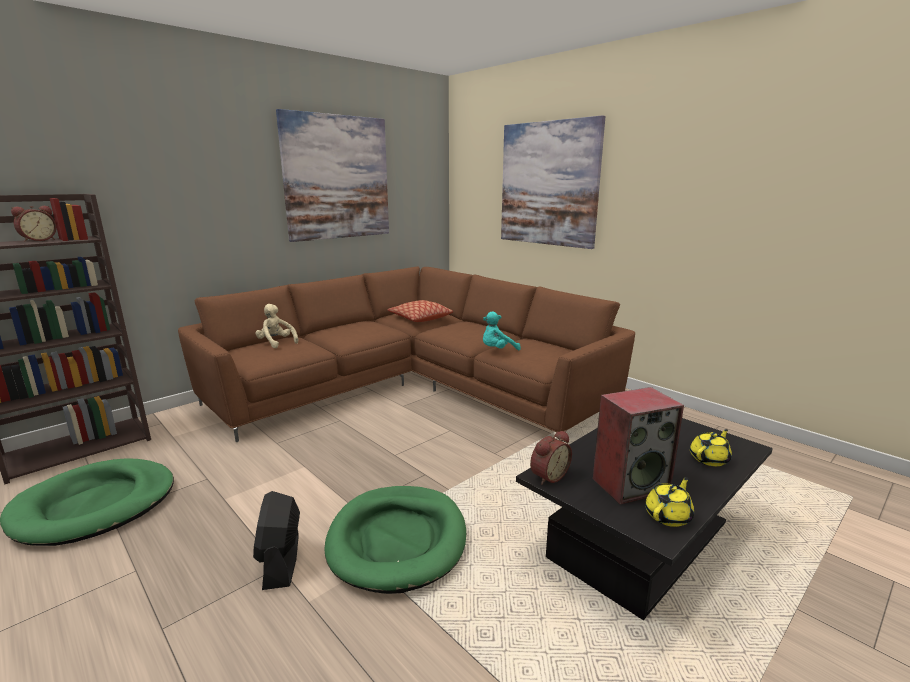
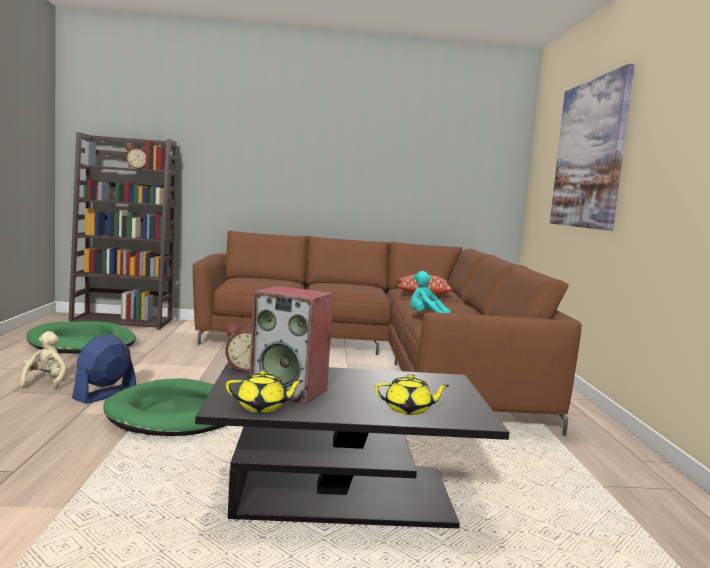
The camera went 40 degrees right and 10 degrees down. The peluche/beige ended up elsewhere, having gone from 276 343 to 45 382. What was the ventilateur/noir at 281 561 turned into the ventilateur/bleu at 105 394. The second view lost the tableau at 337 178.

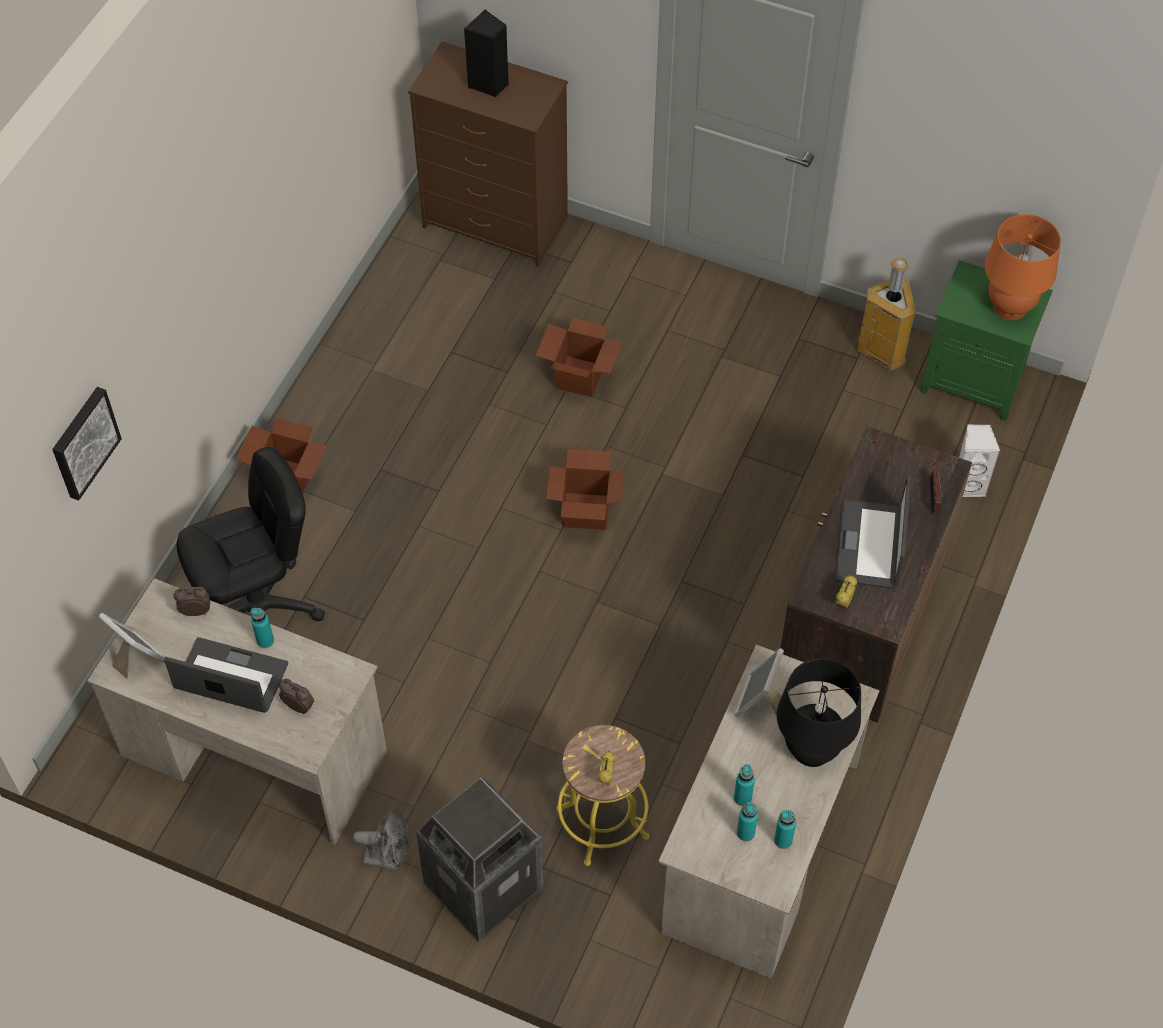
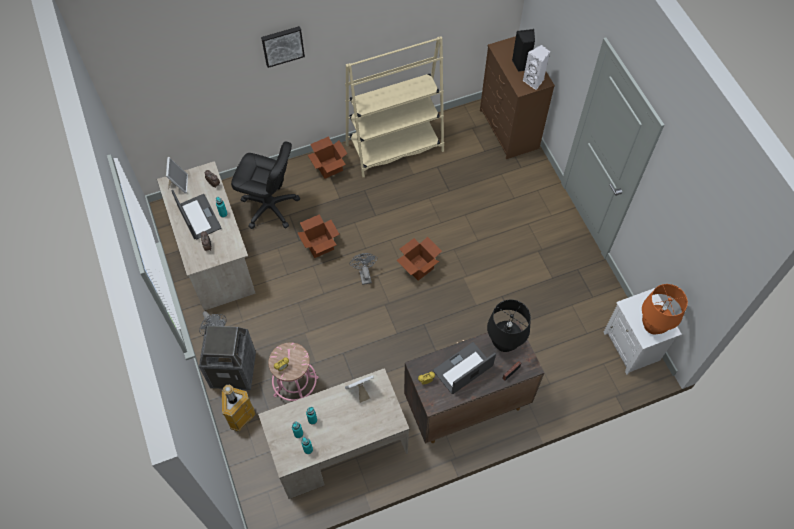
The camera went 45 degrees right and 5 degrees up. The poubelle ended up elsewhere, having gone from 883 352 to 240 417. The tableau ended up elsewhere, having gone from 83 442 to 282 45. What was the tabouret/jaune at 602 823 turned into the tabouret/rose at 296 386. The carton ended up elsewhere, having gone from 579 377 to 319 246. The second view gained the bibliothèque/beige at 395 148. The second view gained the ventilateur/gris at 364 274. The lampe de table/noir ended up elsewhere, having gone from 812 748 to 504 342. The enceinte/blanc ended up elsewhere, having gone from 968 484 to 534 81. What was the table de chevet/vert at 975 380 turned into the table de chevet/blanc at 633 347.

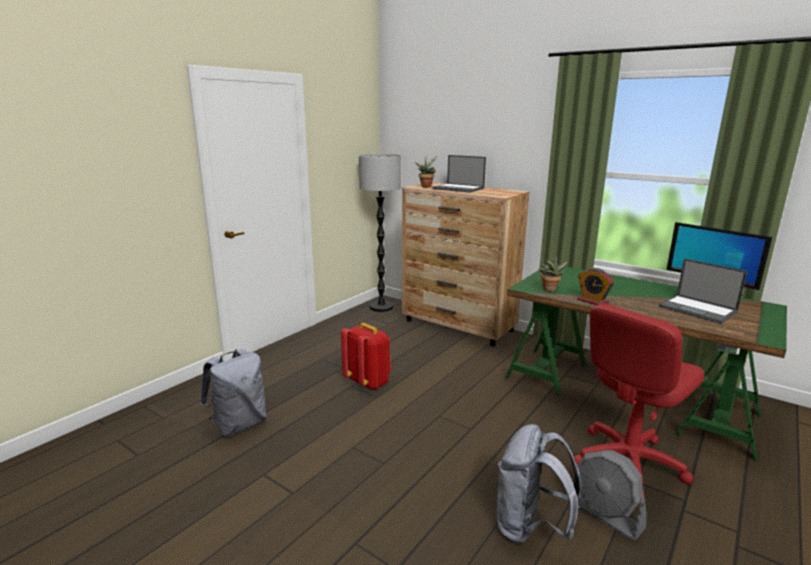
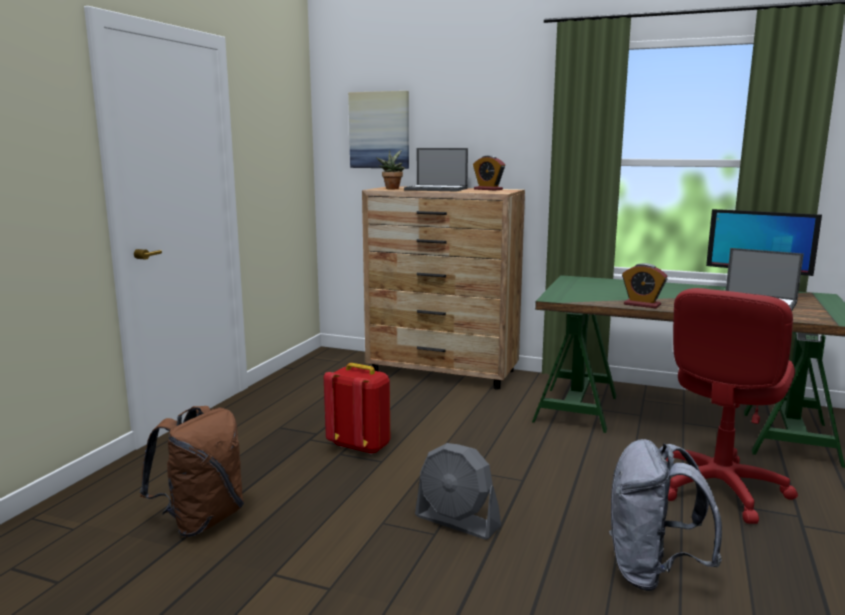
The camera went 15 degrees left and 5 degrees down. What was the sac à dos/gris at 239 425 turned into the sac à dos/marron at 202 520. The second view gained the tableau at 379 130. The ventilateur/gris ended up elsewhere, having gone from 604 514 to 457 521. The second view gained the réveil at 488 189. The second view lost the lampadaire at 381 307. The second view lost the plante en pot at 549 290.

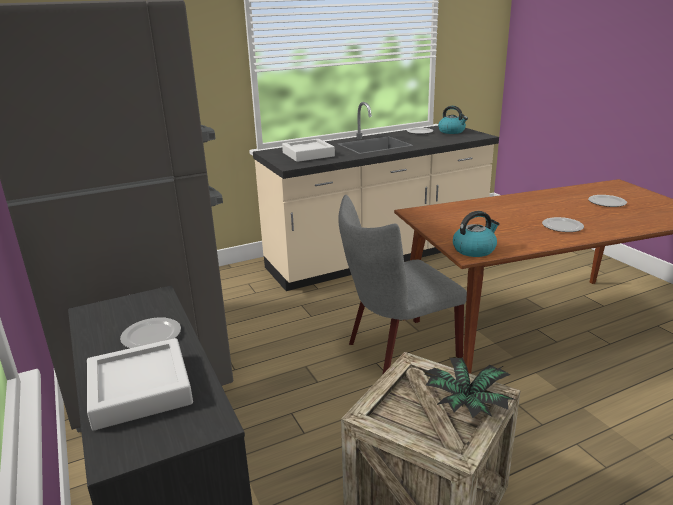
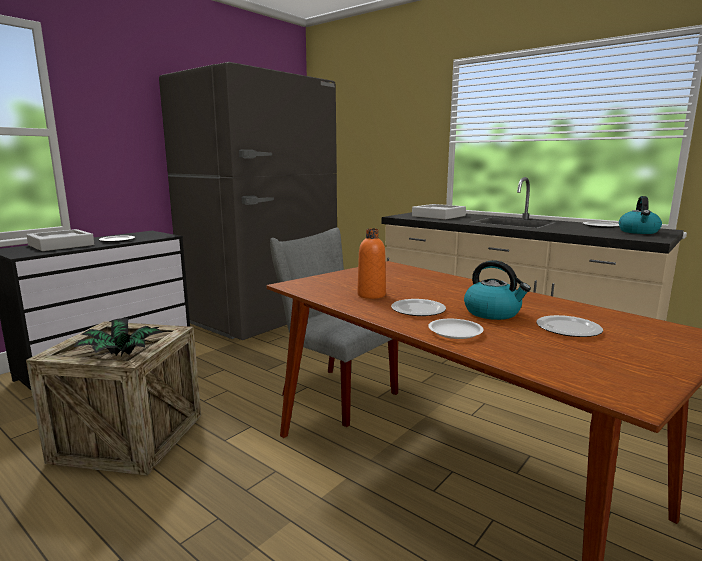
The camera went 65 degrees right and 10 degrees down. The second view gained the bouteille/orange at 371 295. The second view gained the assiette/blanc at 455 332. The bouilloire ended up elsewhere, having gone from 474 249 to 493 313.

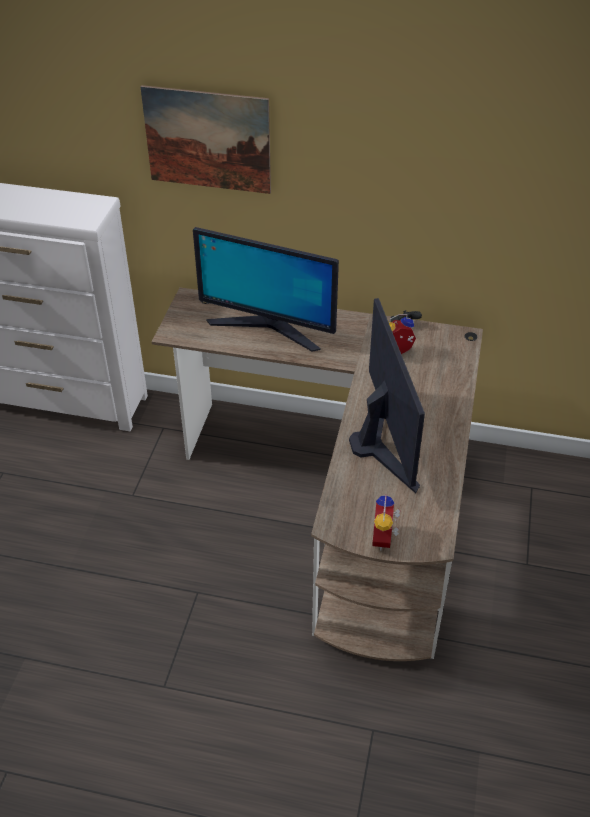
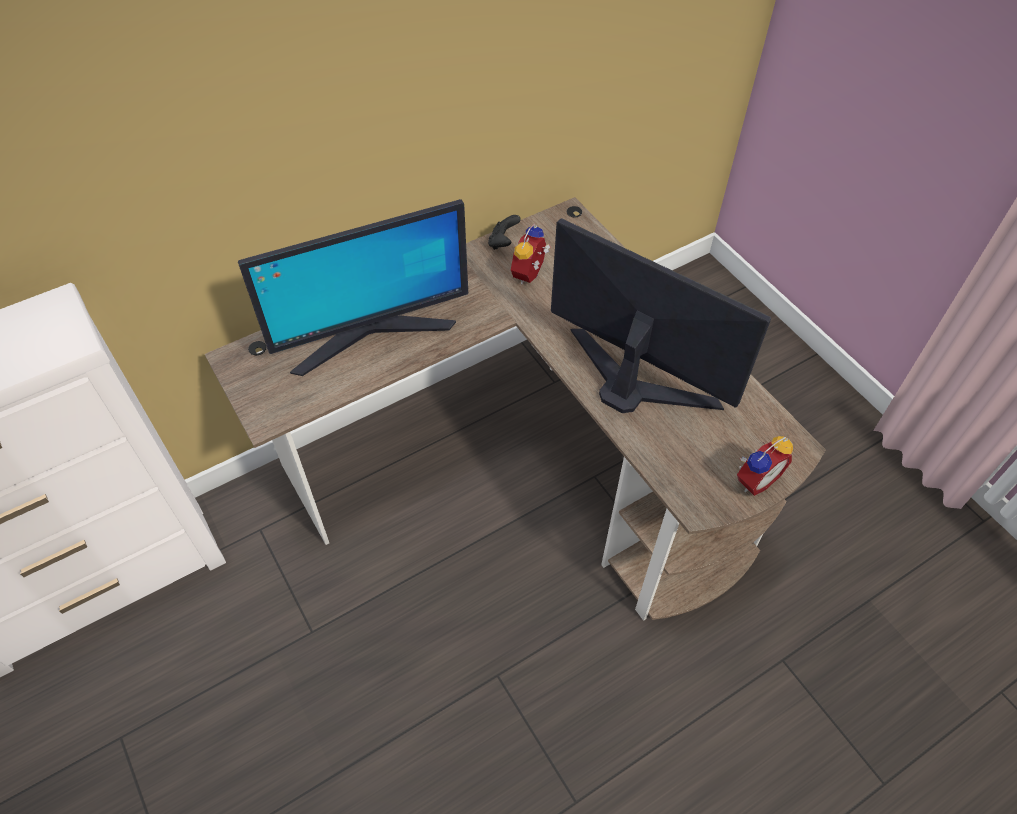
The camera went 45 degrees left and 10 degrees up. The réveil at 385 539 ended up facing another way, 90 degrees counterclockwise from before. The second view lost the tableau at 207 140.

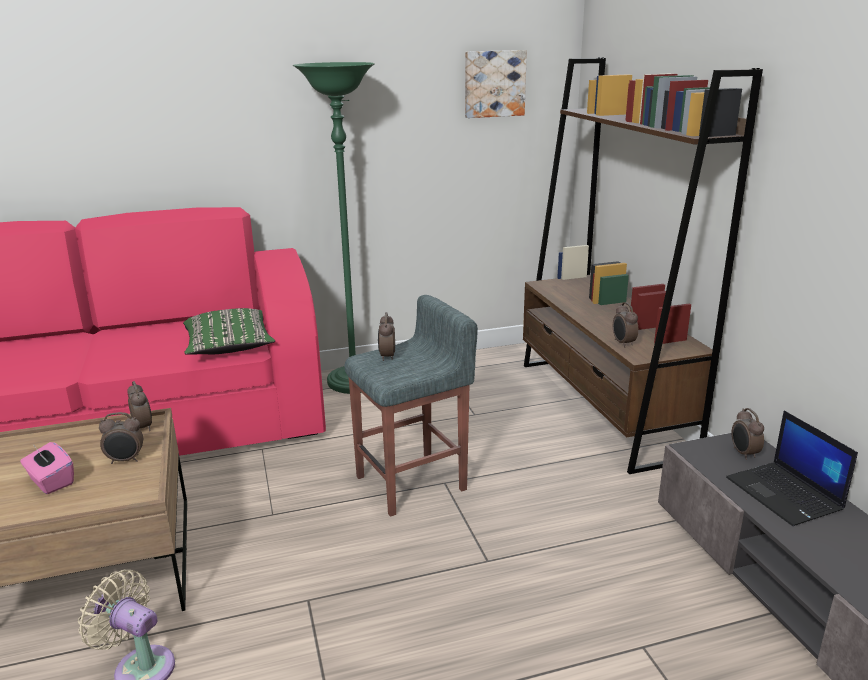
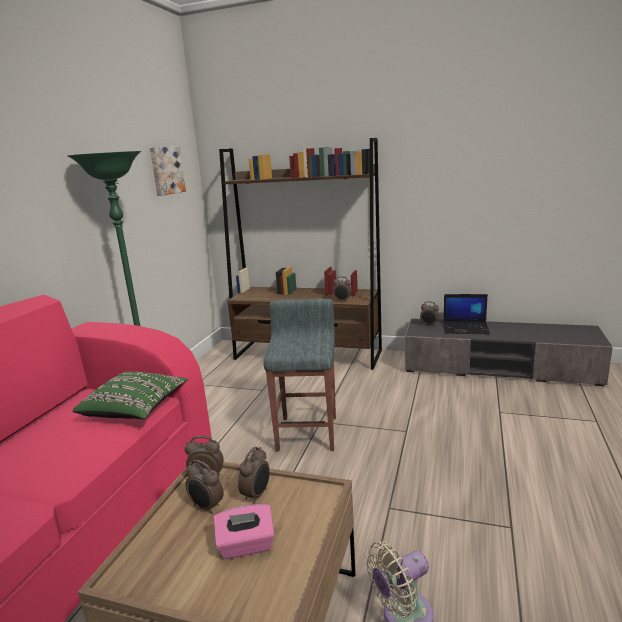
The camera went 55 degrees left and 5 degrees down. The réveil ended up elsewhere, having gone from 387 356 to 206 507.

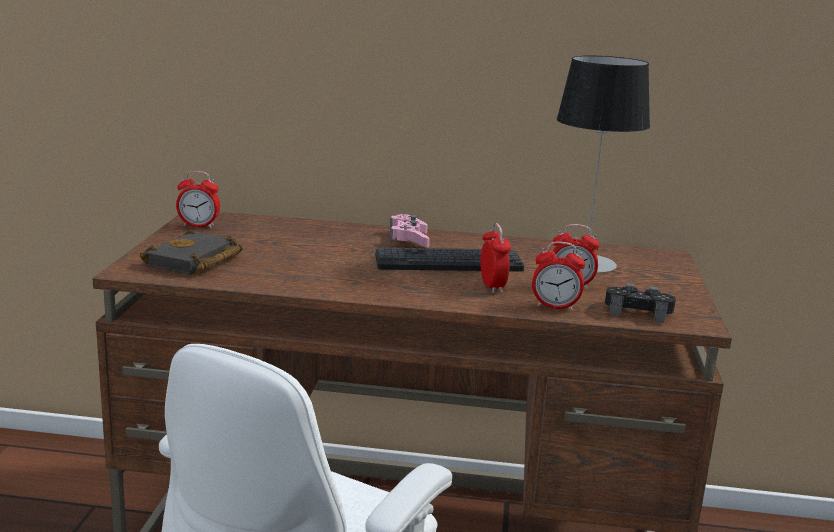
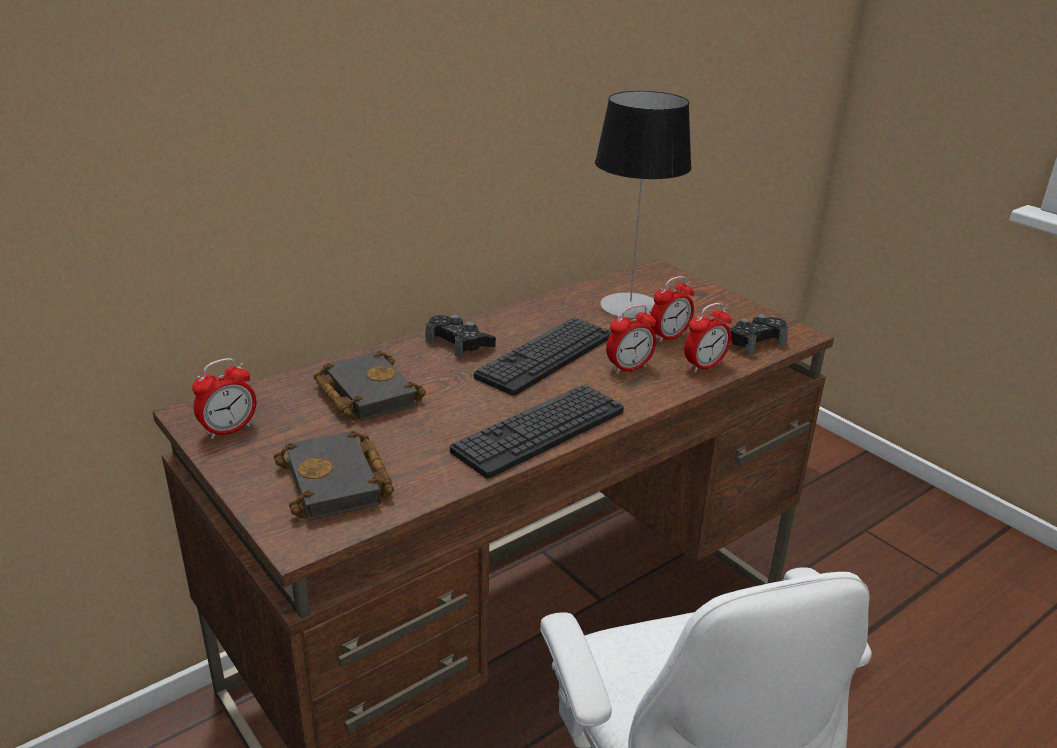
The camera went 45 degrees left and 10 degrees up. The second view gained the livre/noir at 364 393. What was the manette/rose at 409 239 turned into the manette/noir at 459 343. The second view gained the clavier at 539 431. The réveil at 492 287 ended up facing another way, 120 degrees clockwise from before.

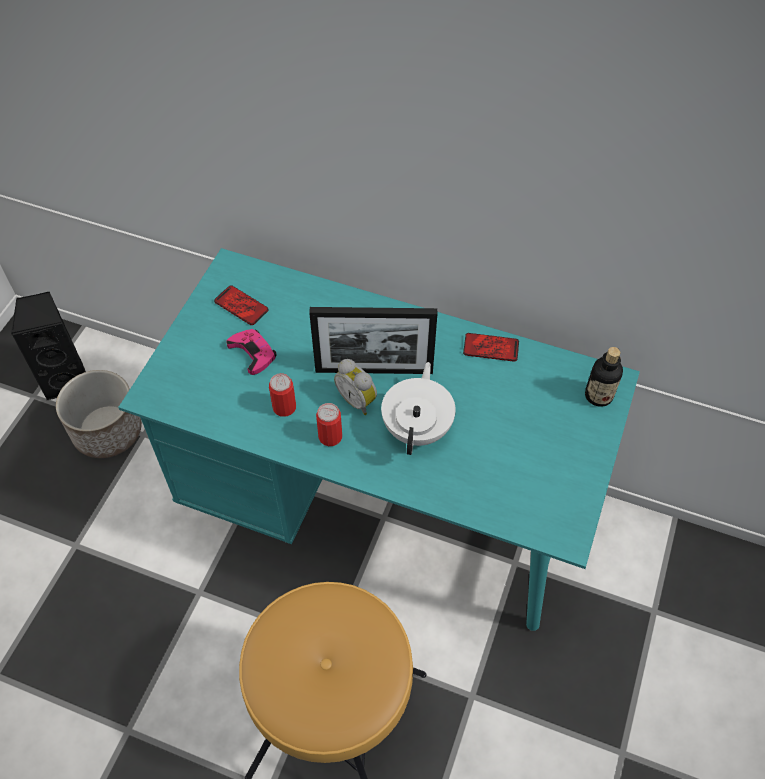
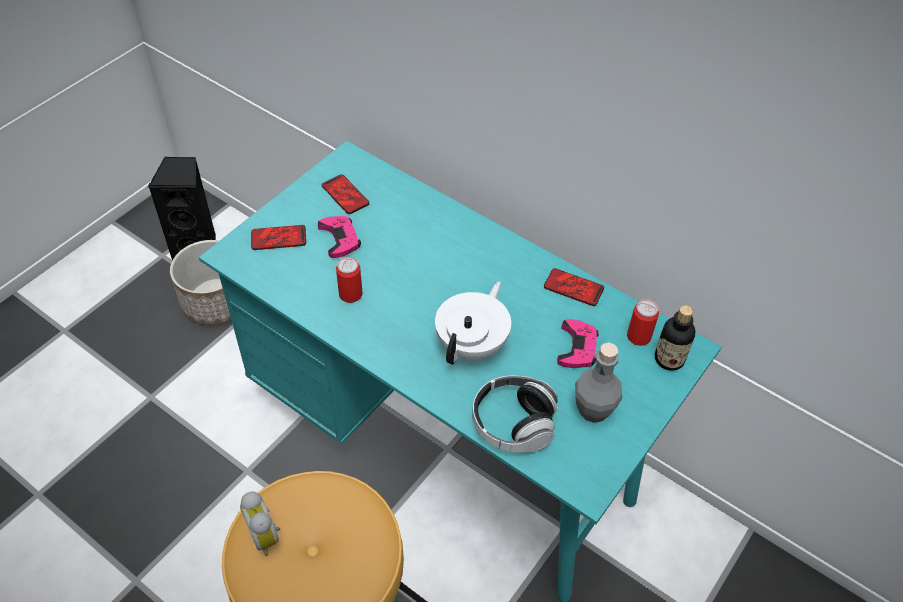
The camera went 15 degrees right and 5 degrees down. The réveil ended up elsewhere, having gone from 358 400 to 266 535. The second view gained the téléphone at 278 238. The second view gained the casque audio at 513 424. The second view gained the manette/rose at 577 347. The second view gained the bouteille/gris at 593 410. The boîte métallique ended up elsewhere, having gone from 330 436 to 638 336. The second view lost the cadre photo at 374 370.

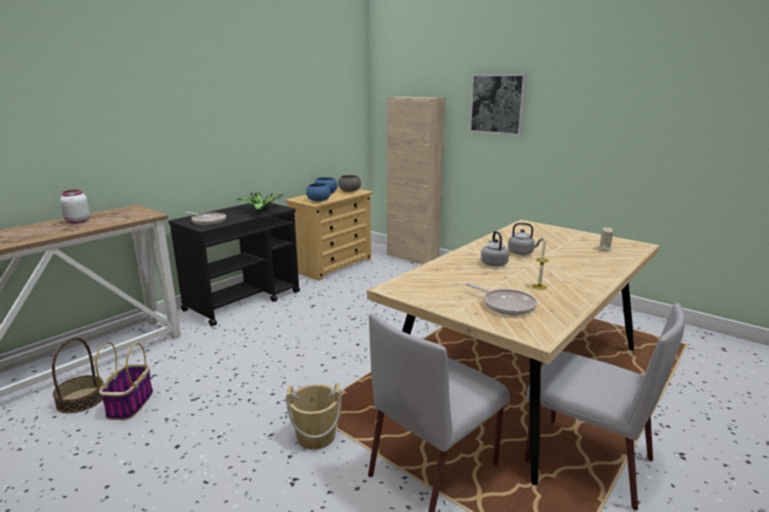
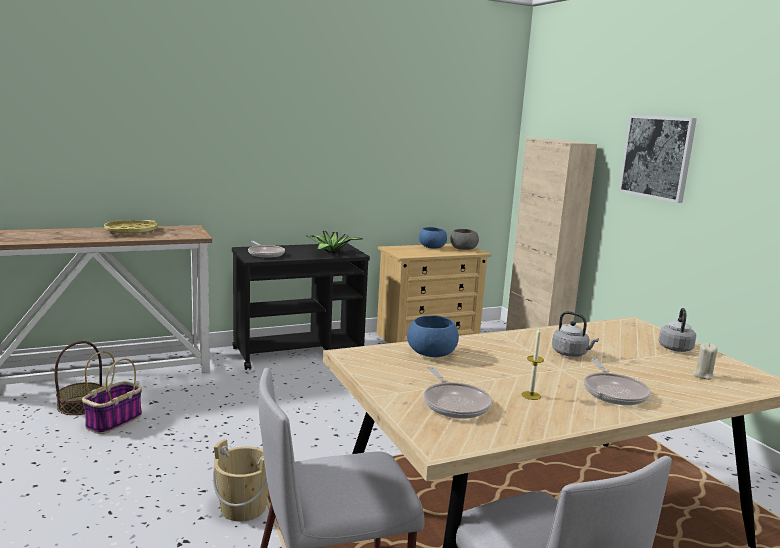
The camera went 25 degrees right and 5 degrees down. Where the bocal/blanc stood at 77 222, the plateau/jaune came to stand at 131 231. The bol/bleu ended up elsewhere, having gone from 318 200 to 431 353. The second view gained the poêle at 613 392. The bouilloire/gris ended up elsewhere, having gone from 493 263 to 675 347.

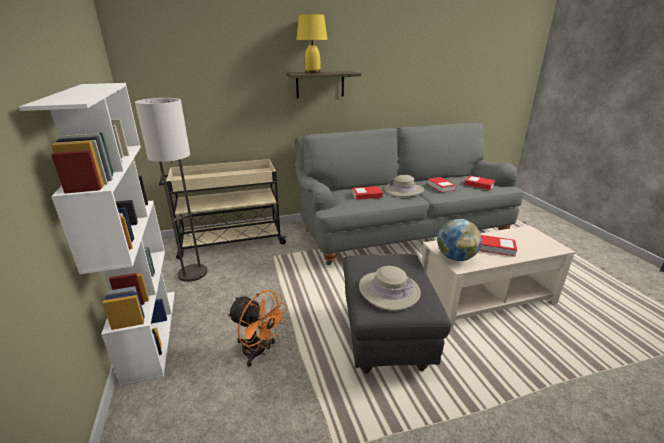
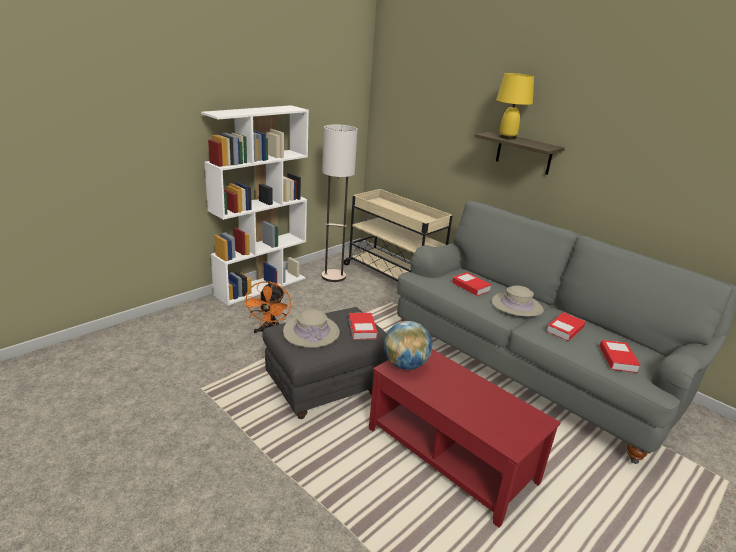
The camera went 60 degrees right and 0 degrees up. The livre ended up elsewhere, having gone from 496 248 to 362 329. What was the table basse/beige at 486 297 turned into the table basse/rouge at 450 455.

